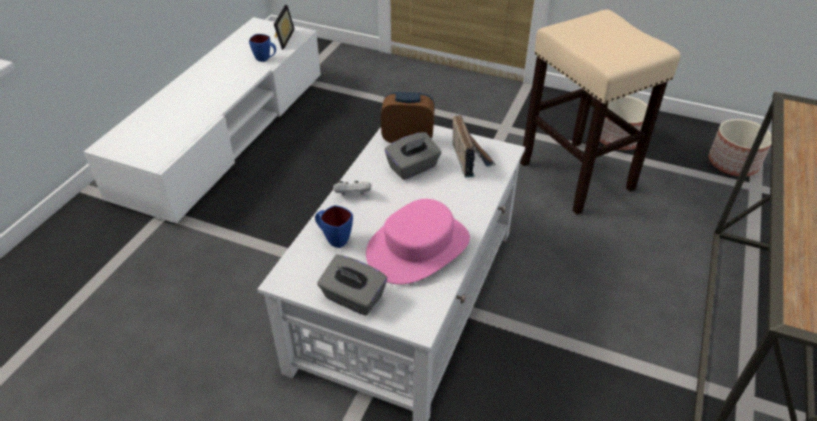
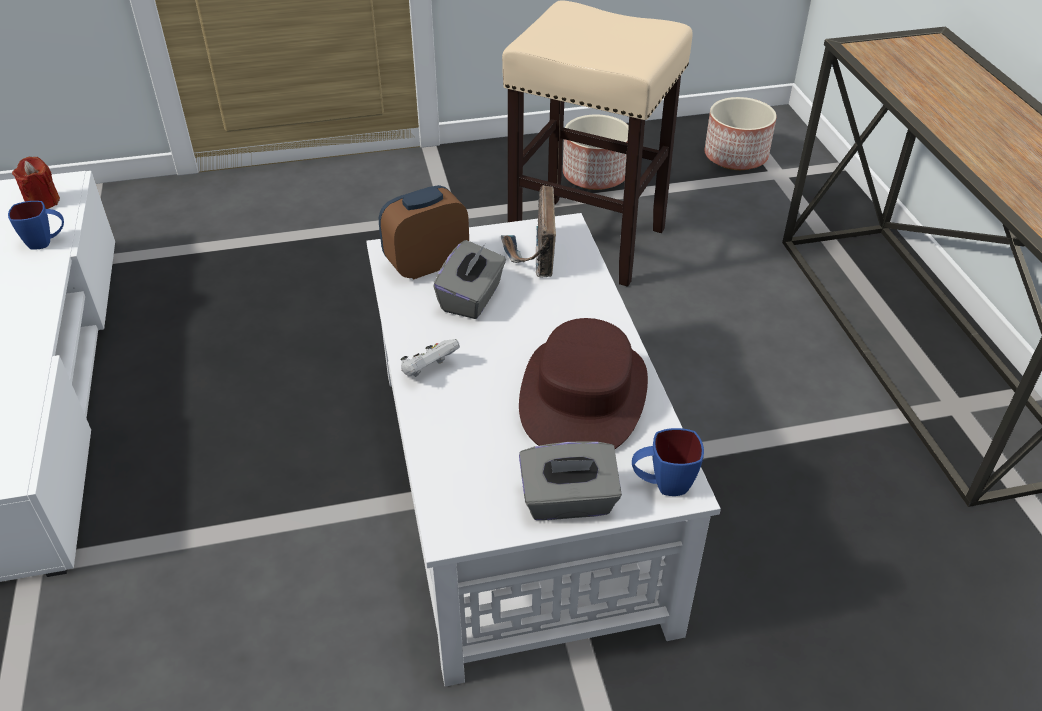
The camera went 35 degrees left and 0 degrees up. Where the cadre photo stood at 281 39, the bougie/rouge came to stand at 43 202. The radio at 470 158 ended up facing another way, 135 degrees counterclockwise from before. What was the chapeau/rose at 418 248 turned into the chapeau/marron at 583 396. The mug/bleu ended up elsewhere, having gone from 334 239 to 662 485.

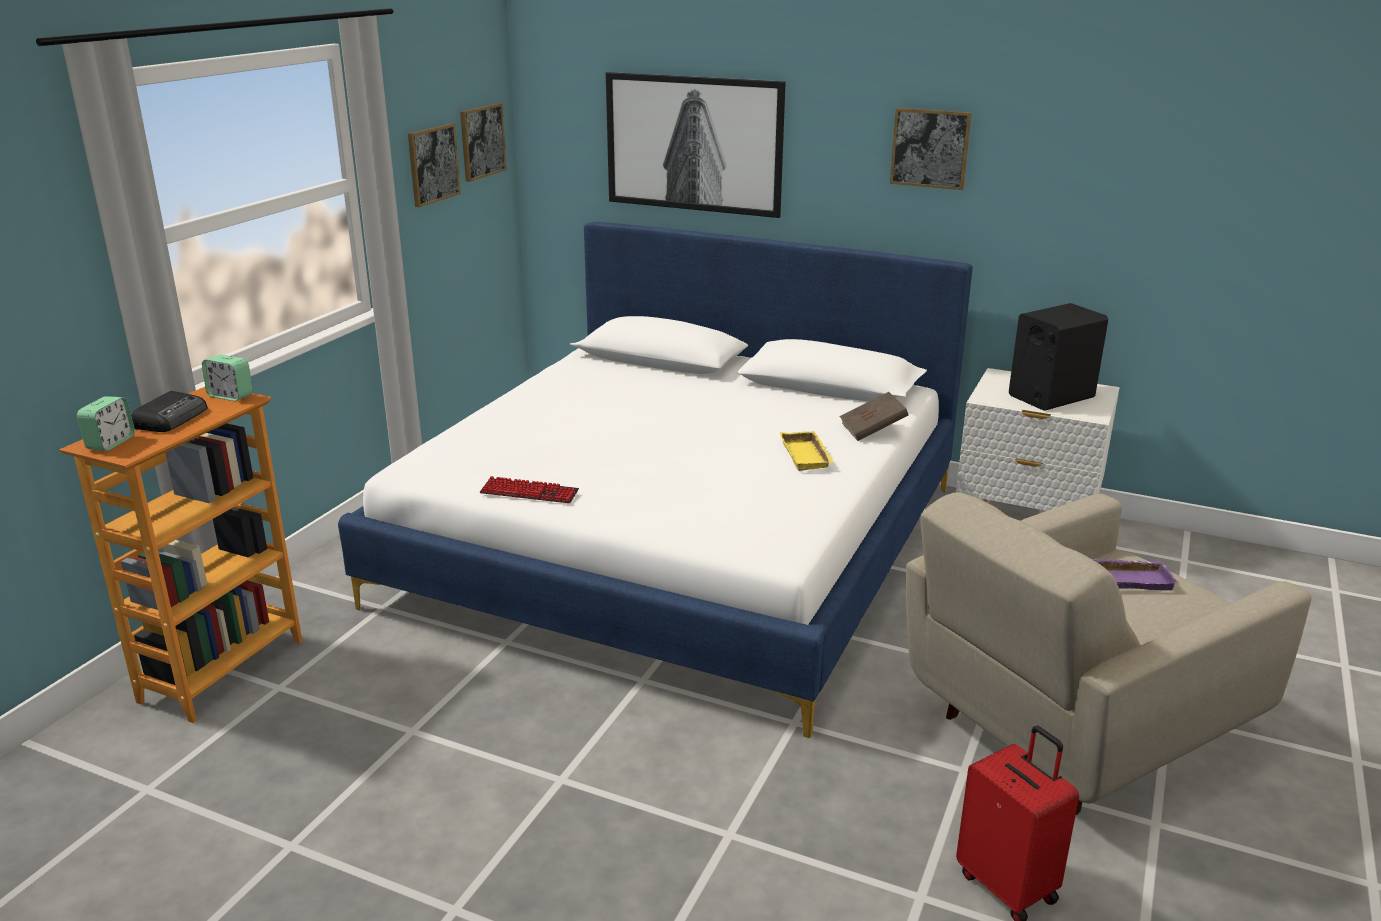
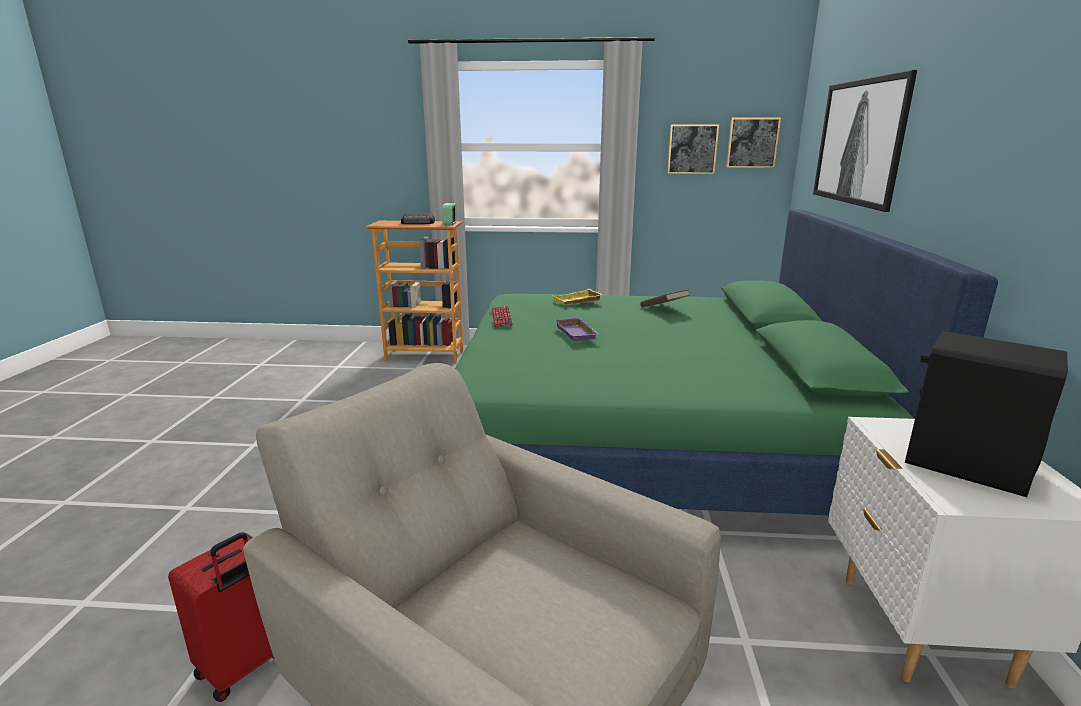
The camera went 70 degrees right and 5 degrees down. What was the lit/blanc at 680 544 turned into the lit/vert at 645 432. The plateau/jaune ended up elsewhere, having gone from 808 456 to 577 301. The plateau/violet ended up elsewhere, having gone from 1126 579 to 578 333. The livre/marron ended up elsewhere, having gone from 872 430 to 663 309. The second view lost the réveil at 110 443. The second view lost the tableau at 930 148.

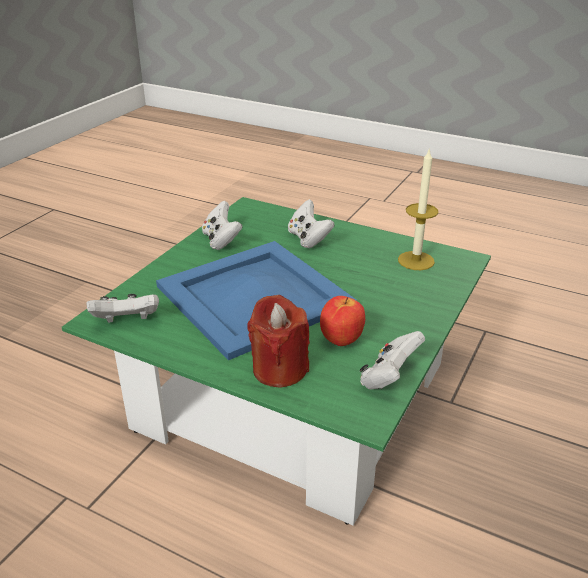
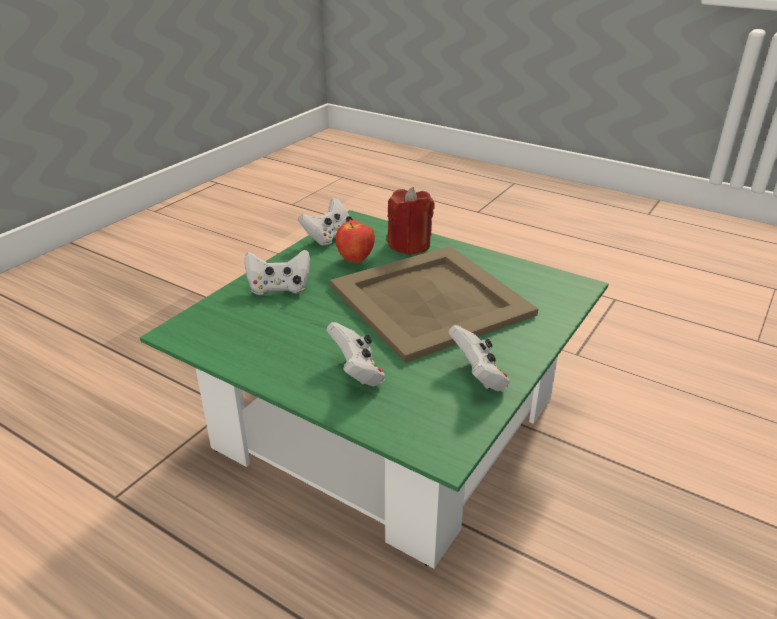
The camera went 175 degrees left and 0 degrees up. The manette/blanc ended up elsewhere, having gone from 127 322 to 279 288. What was the plateau/bleu at 256 296 turned into the plateau/beige at 428 300. The second view lost the bougie at 416 260.

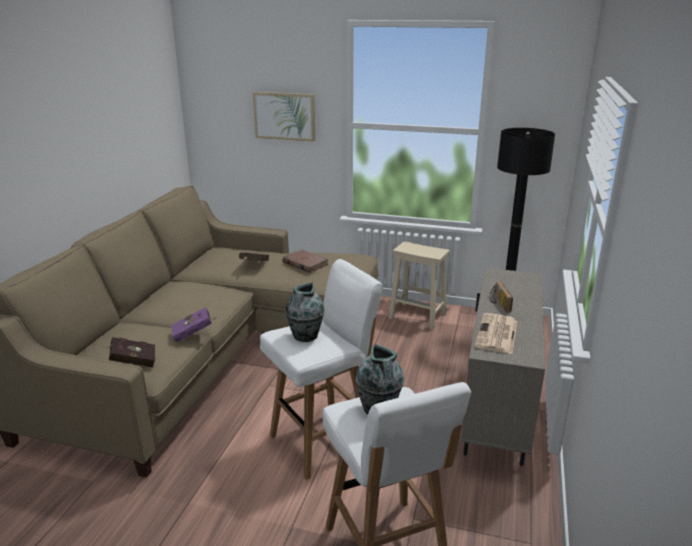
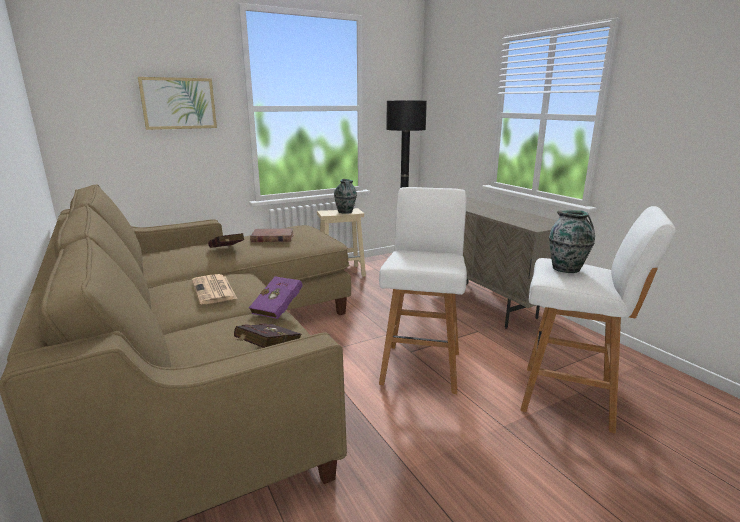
The camera went 45 degrees left and 5 degrees down. The journal ended up elsewhere, having gone from 497 334 to 214 290. The vase ended up elsewhere, having gone from 305 336 to 345 212. The second view lost the radio at 498 303.

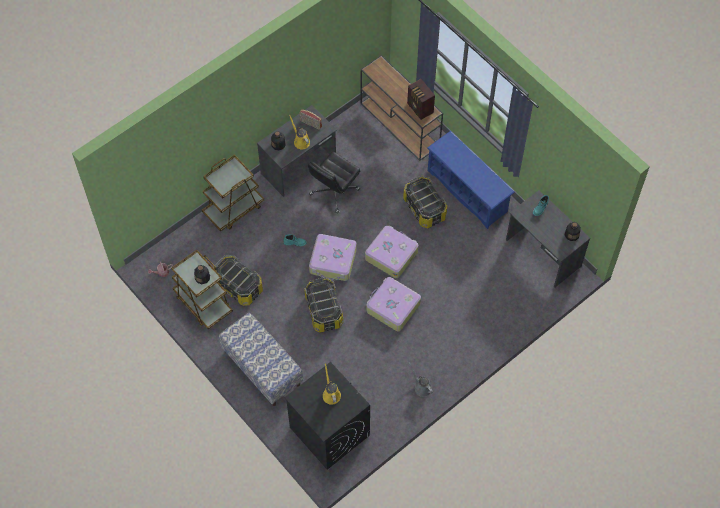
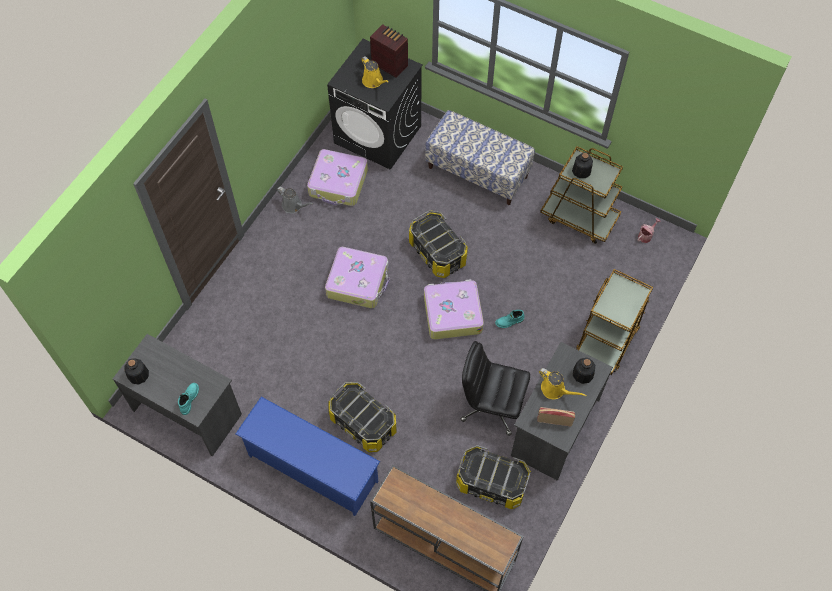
The camera went 160 degrees right and 0 degrees up. The valise ended up elsewhere, having gone from 391 254 to 338 183. The radio ended up elsewhere, having gone from 420 109 to 389 64. The boîte de rangement ended up elsewhere, having gone from 238 286 to 491 483. The chaise de bureau/noir at 334 192 ended up facing another way, 90 degrees counterclockwise from before.

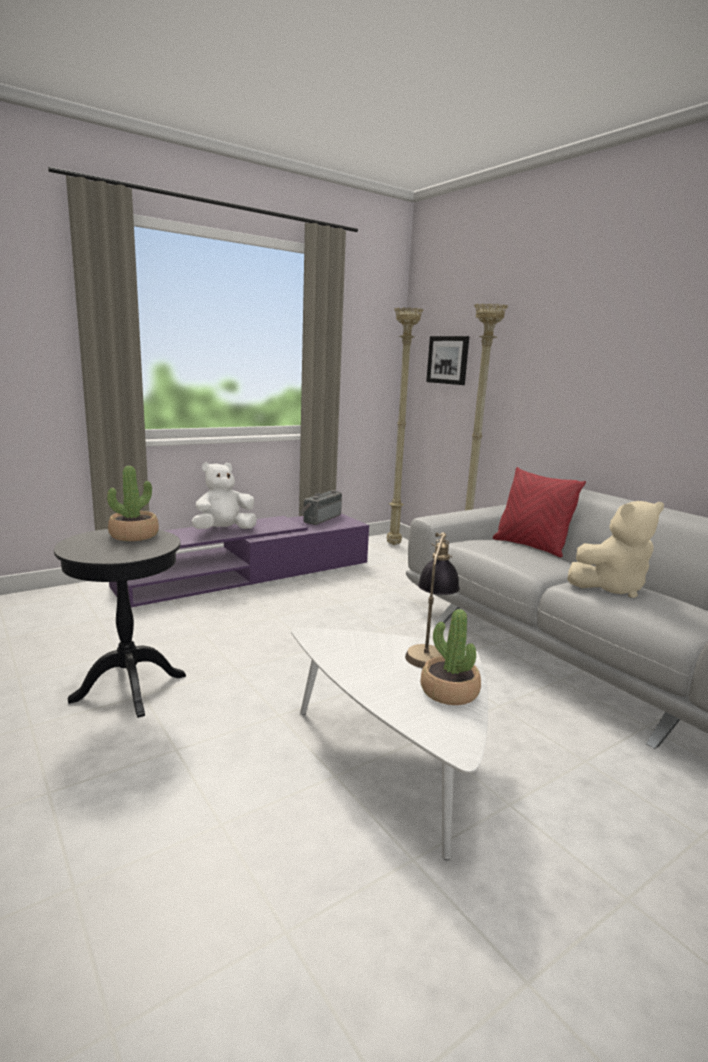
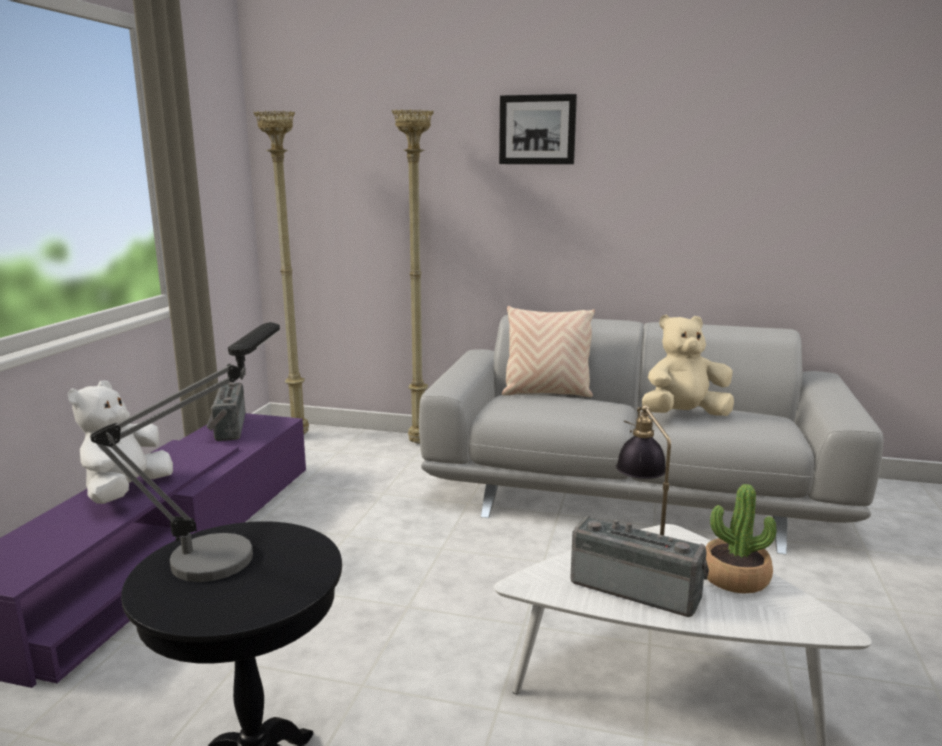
The camera went 40 degrees left and 0 degrees up. Where the plante en pot stood at 134 535, the lampe de table came to stand at 226 548. The tableau ended up elsewhere, having gone from 448 360 to 537 130. What was the coussin/rouge at 530 546 turned into the coussin/beige at 547 393. The second view gained the radio at 636 588. The peluche/beige at 611 588 ended up facing another way, 135 degrees counterclockwise from before.

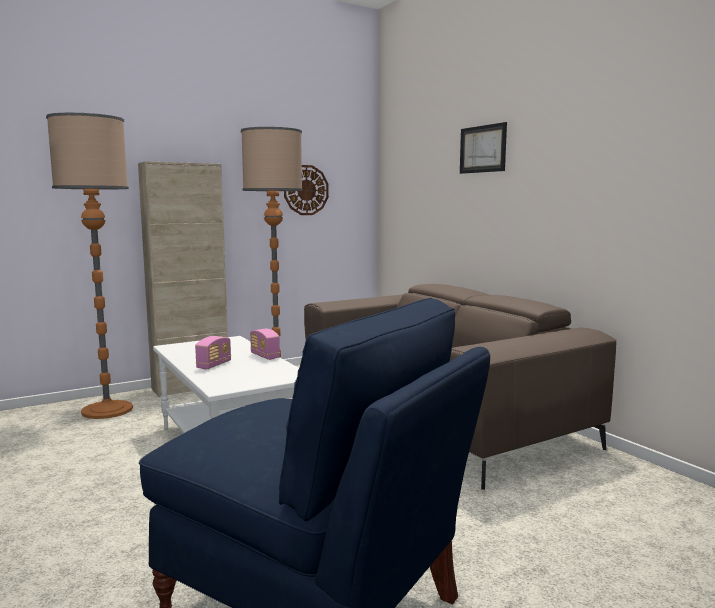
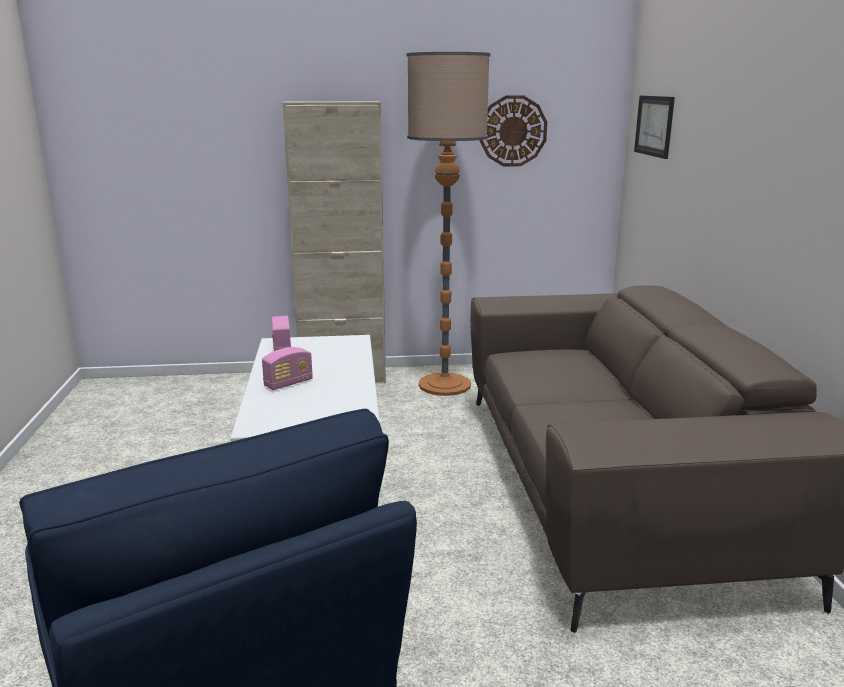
The camera went 25 degrees right and 10 degrees up. The radio ended up elsewhere, having gone from 265 356 to 282 347. The tableau ended up elsewhere, having gone from 483 149 to 654 126. The second view lost the lampadaire at 107 410.

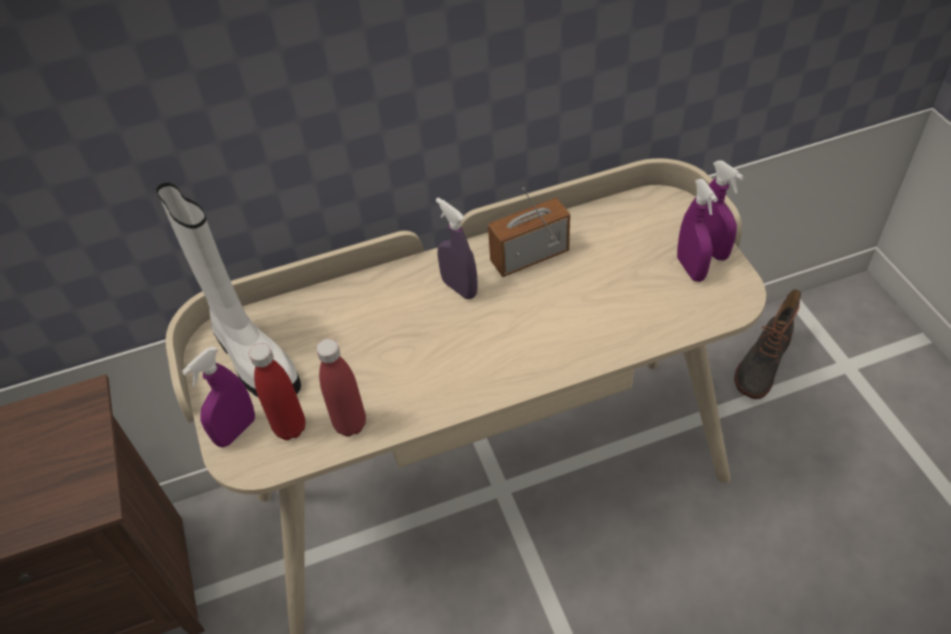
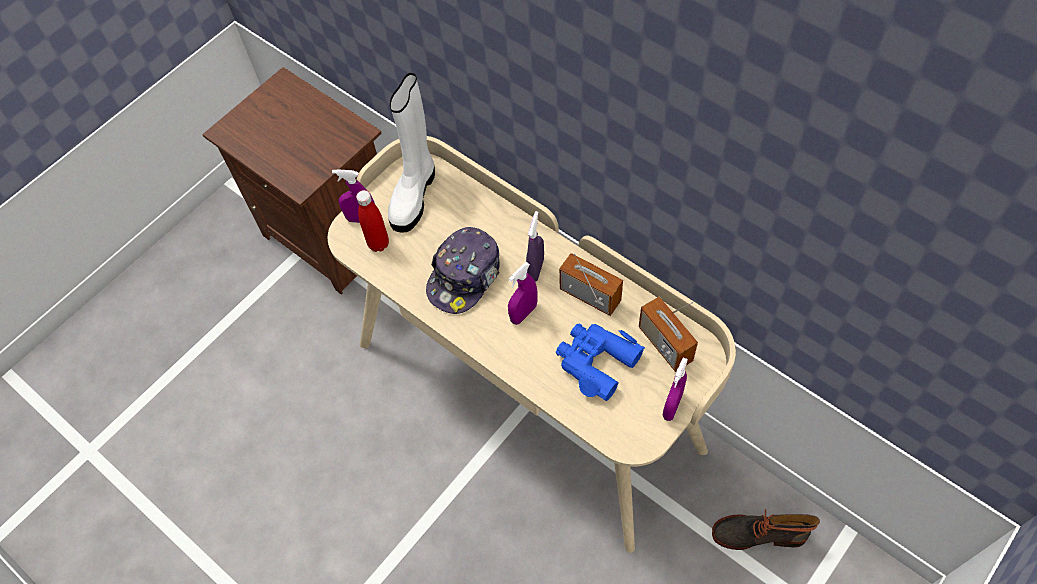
The camera went 60 degrees right and 10 degrees up. The second view gained the casquette at 465 276. The vaporisateur/violet ended up elsewhere, having gone from 690 269 to 523 313. The second view gained the jumelles/bleu at 596 362. The second view gained the radio at 665 344. The second view lost the bouteille/rouge at 350 424.

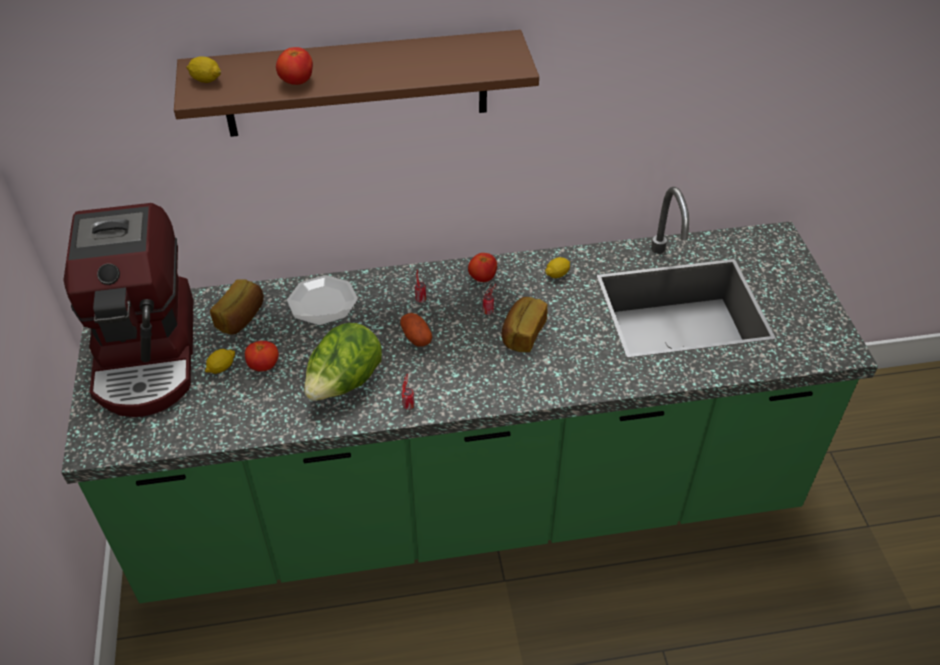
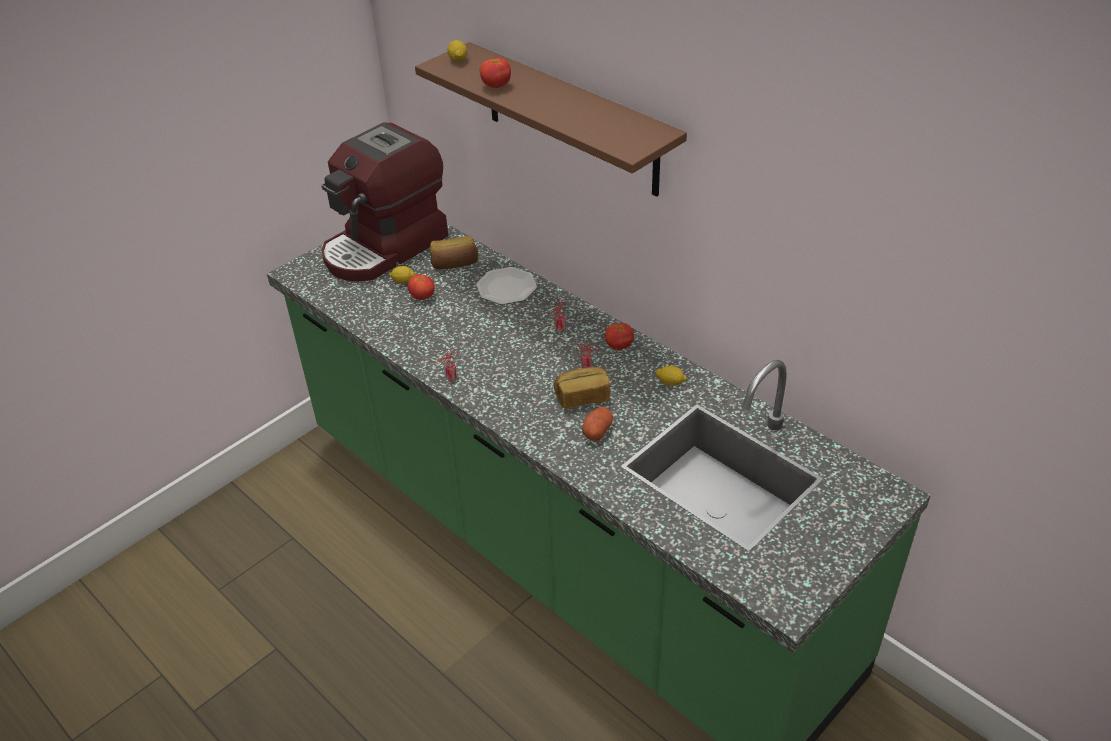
The camera went 55 degrees right and 5 degrees down. The pomme de terre ended up elsewhere, having gone from 416 337 to 597 430. The second view lost the laitue at 344 384.

